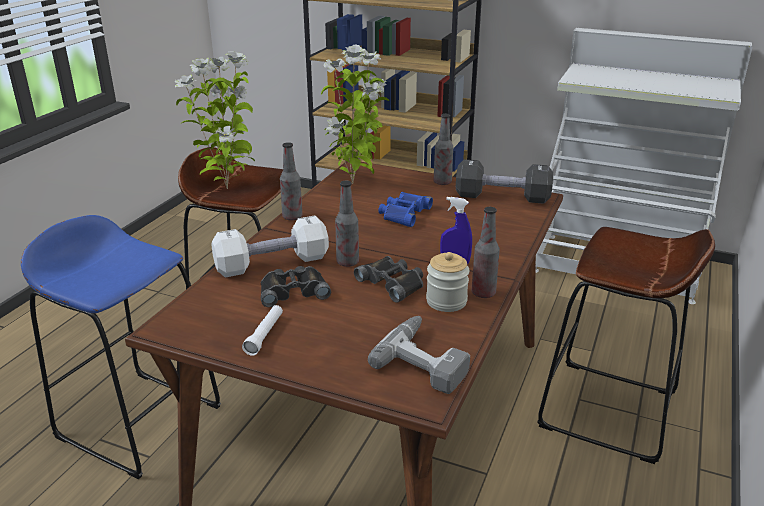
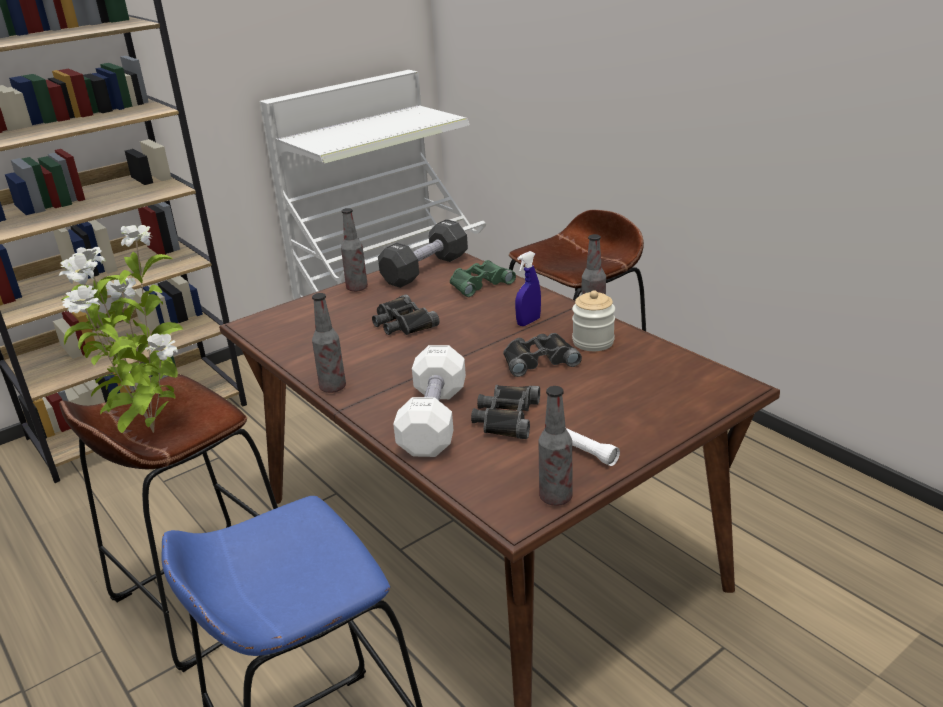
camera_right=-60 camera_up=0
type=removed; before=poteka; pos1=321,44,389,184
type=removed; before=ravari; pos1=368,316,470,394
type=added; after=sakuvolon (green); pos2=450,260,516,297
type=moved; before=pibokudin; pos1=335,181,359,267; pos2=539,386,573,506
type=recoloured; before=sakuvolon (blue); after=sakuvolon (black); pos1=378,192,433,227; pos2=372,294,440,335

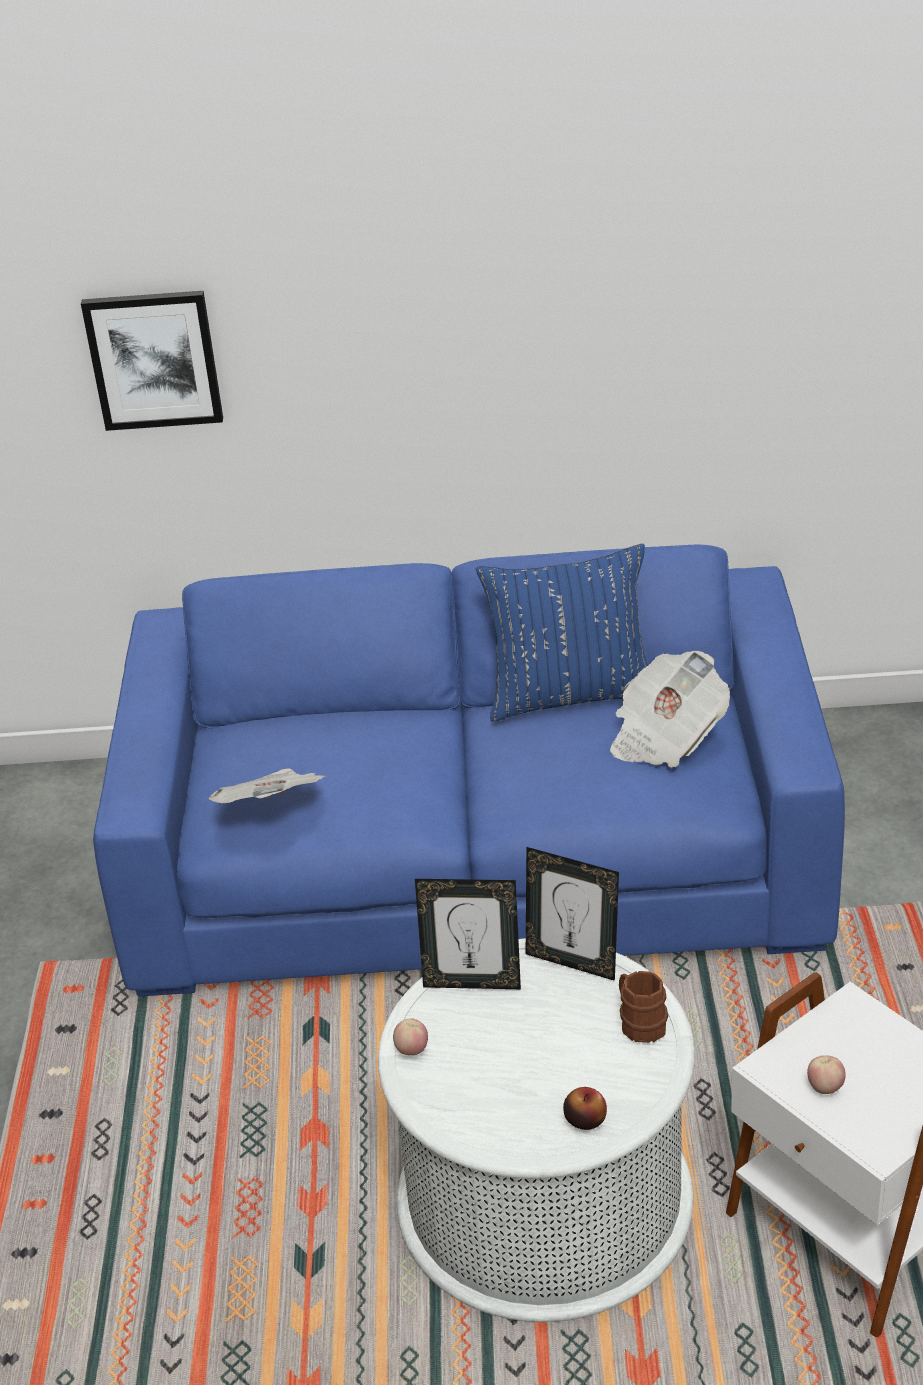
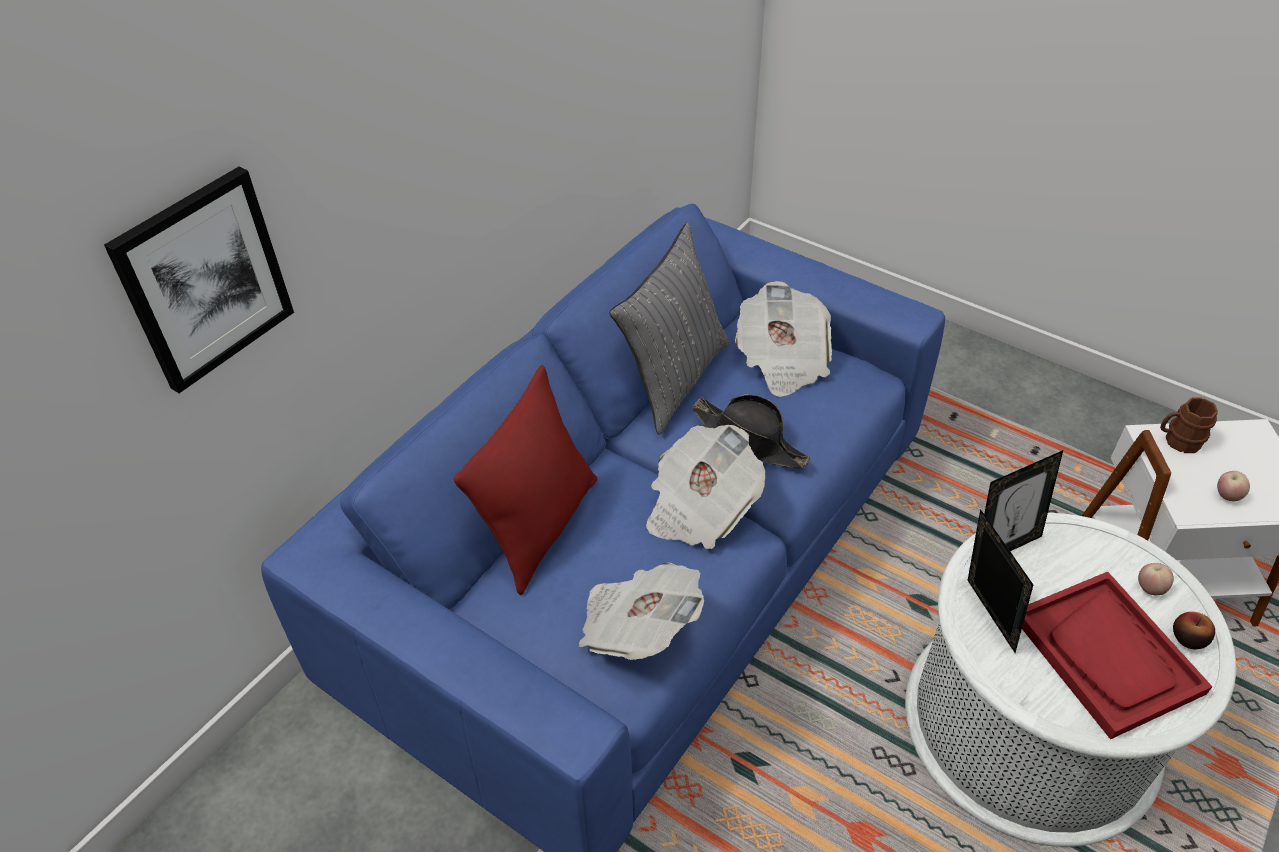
camera_right=-55 camera_up=10
type=added; after=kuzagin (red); pos2=453,365,597,595
type=added; after=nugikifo; pos2=646,425,765,549
type=added; after=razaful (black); pos2=692,394,810,468
type=added; after=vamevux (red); pos2=1022,571,1212,739
type=moved; before=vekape; pos1=393,1018,428,1055; pos2=1138,563,1174,595
type=moved; before=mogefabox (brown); pos1=619,971,668,1043; pos2=1160,397,1218,453
type=recoloured; before=kuzagin (blue); after=kuzagin (grey); pos1=476,544,648,722; pos2=609,222,730,435
type=turned; before=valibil; pos1=415,879,521,989; pos2=968,509,1033,653; turn=-60

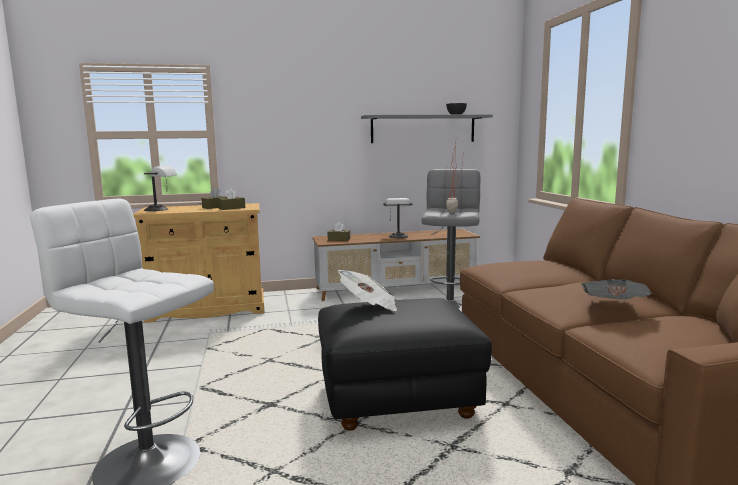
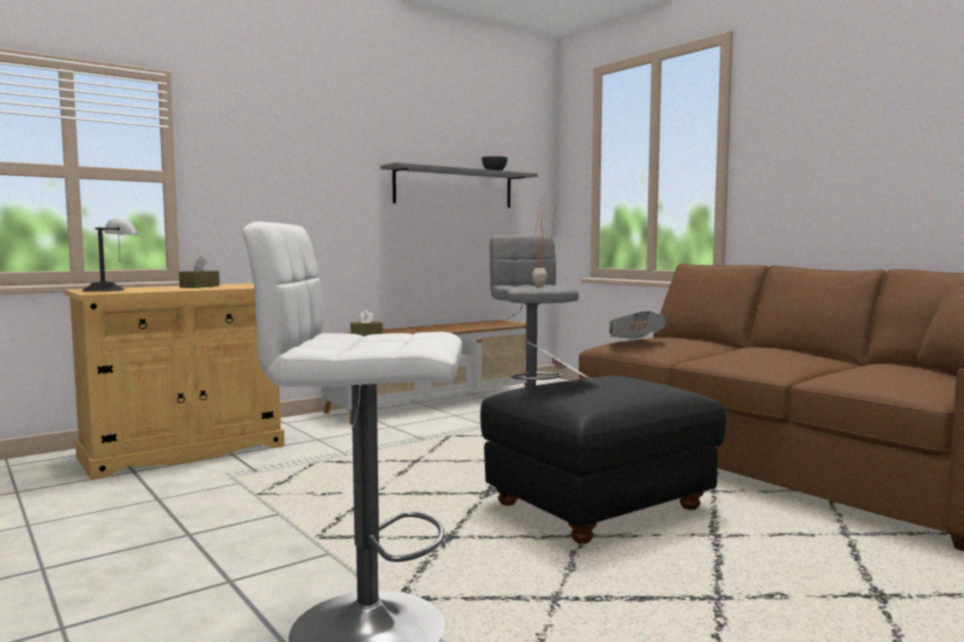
camera_right=-25 camera_up=-5
type=removed; before=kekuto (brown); pos1=218,188,245,210
type=removed; before=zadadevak; pos1=383,198,413,239
type=moved; before=nugikifo; pos1=581,279,652,300; pos2=609,311,666,339

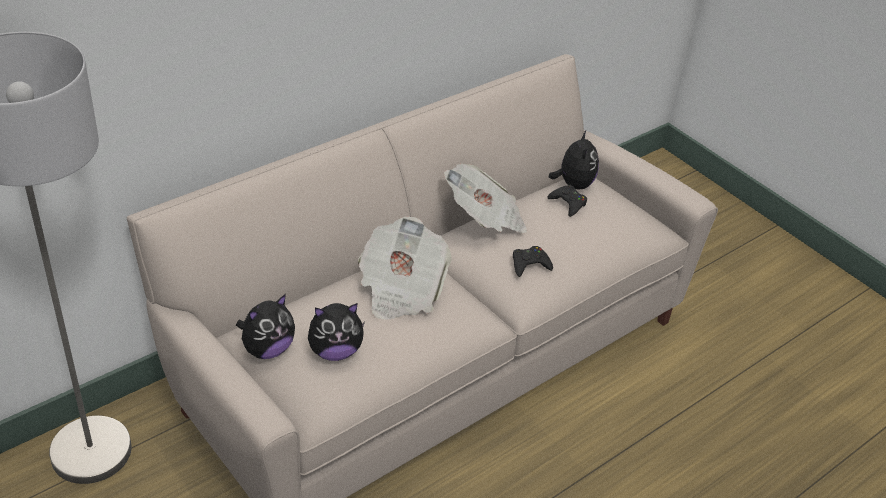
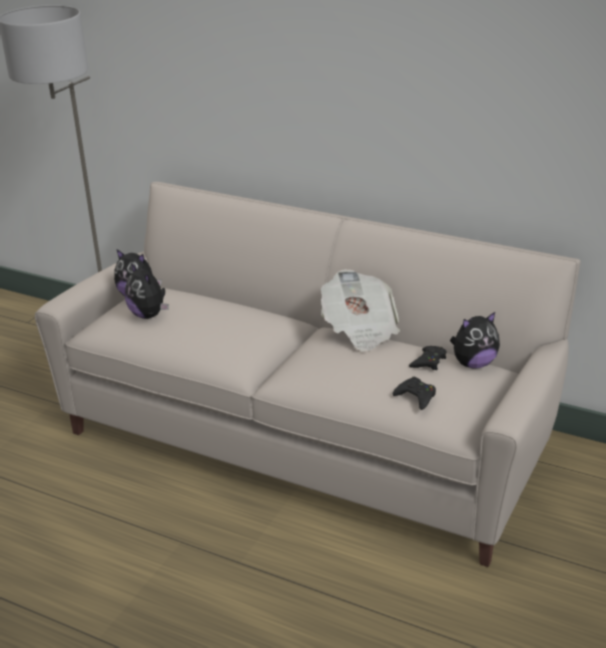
camera_right=70 camera_up=-10
type=removed; before=nugikifo; pos1=358,216,452,319
type=moved; before=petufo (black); pos1=513,246,553,277; pos2=393,377,436,410

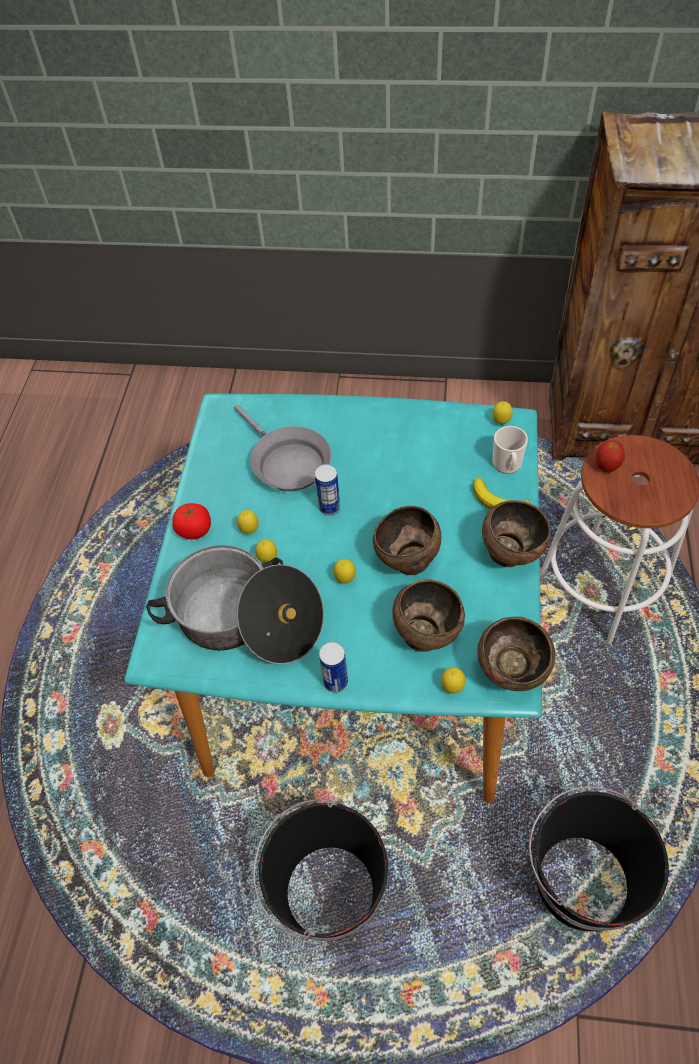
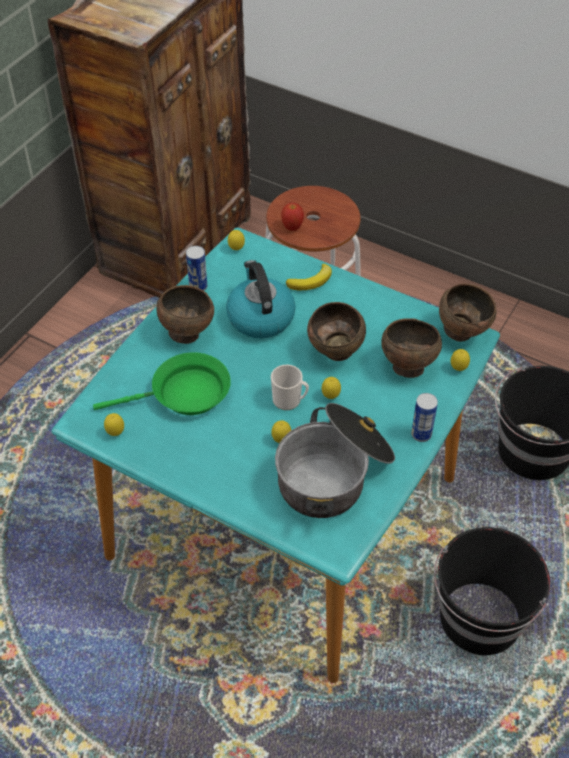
camera_right=-70 camera_up=-5
type=removed; before=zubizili; pos1=172,503,211,539
type=added; after=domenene; pos2=226,260,296,338
type=moved; before=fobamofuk; pos1=237,510,259,534; pos2=104,413,124,436
type=moved; before=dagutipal; pos1=315,464,340,515; pos2=186,246,207,291
type=moved; before=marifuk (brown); pos1=482,500,551,567; pos2=156,285,214,344
type=moved; before=mogefabox; pos1=492,426,528,474; pos2=271,365,309,410
type=recoloured; before=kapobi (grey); after=kapobi (green); pos1=234,405,331,491; pos2=93,352,231,415

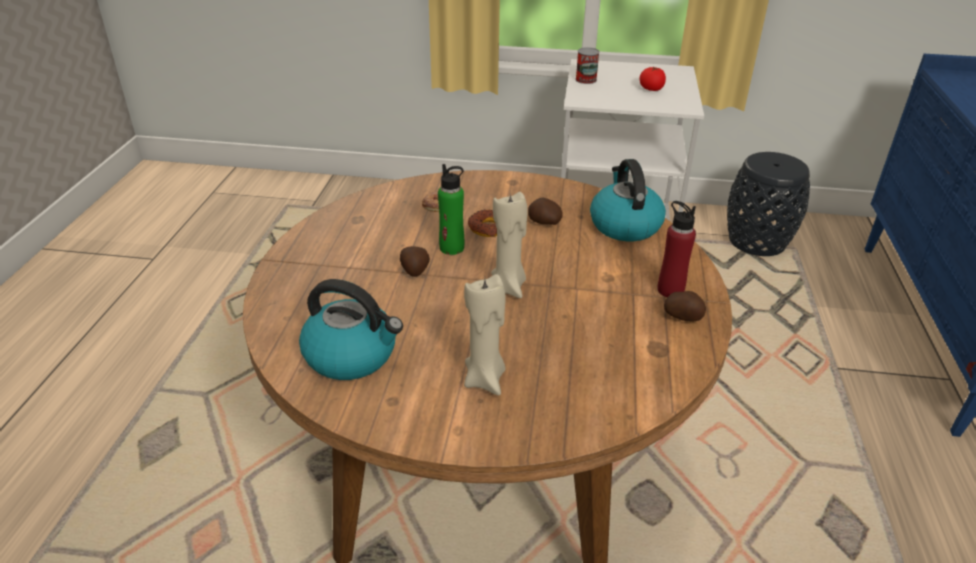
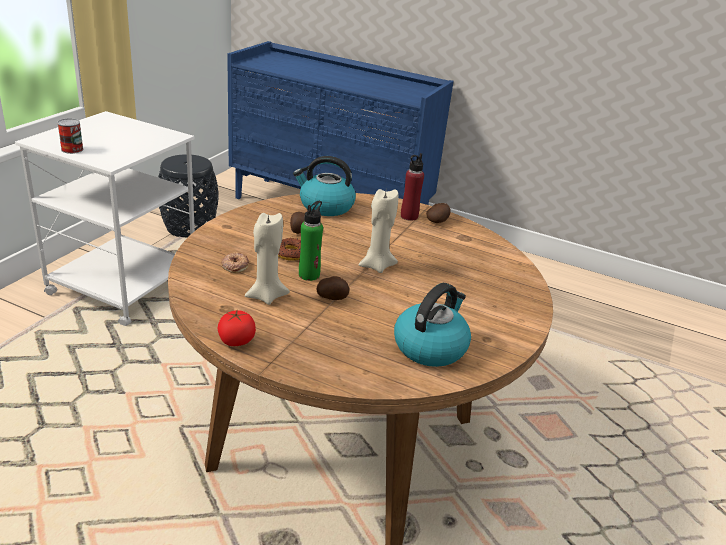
camera_right=-75 camera_up=-5
type=moved; before=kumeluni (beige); pos1=464,274,506,395; pos2=245,213,290,305
type=moved; before=zubizili; pos1=640,67,666,91; pos2=218,310,256,346

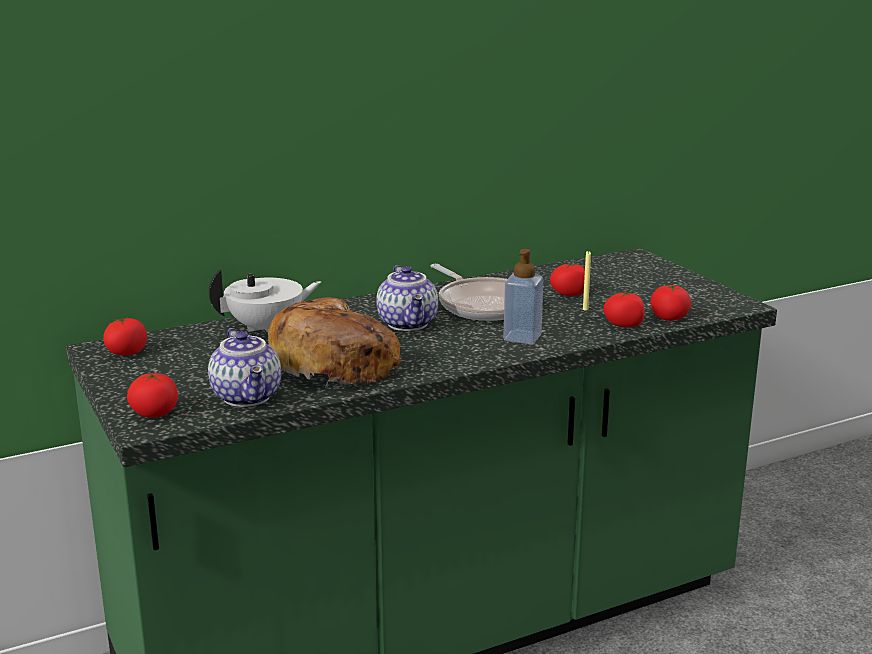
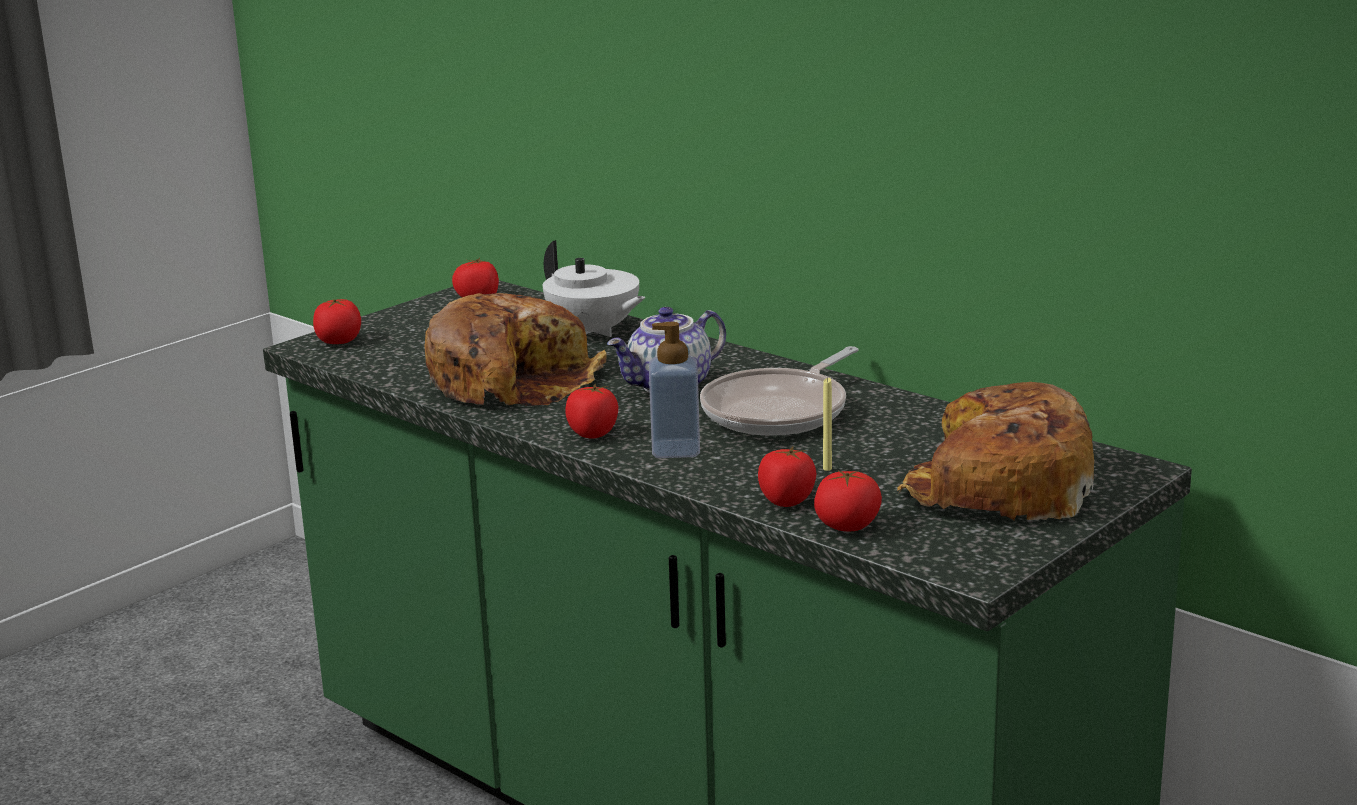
camera_right=70 camera_up=0
type=removed; before=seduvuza; pos1=208,328,281,407
type=added; after=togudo; pos2=897,382,1094,520
type=moved; before=zubizili; pos1=550,262,585,296; pos2=565,384,618,439

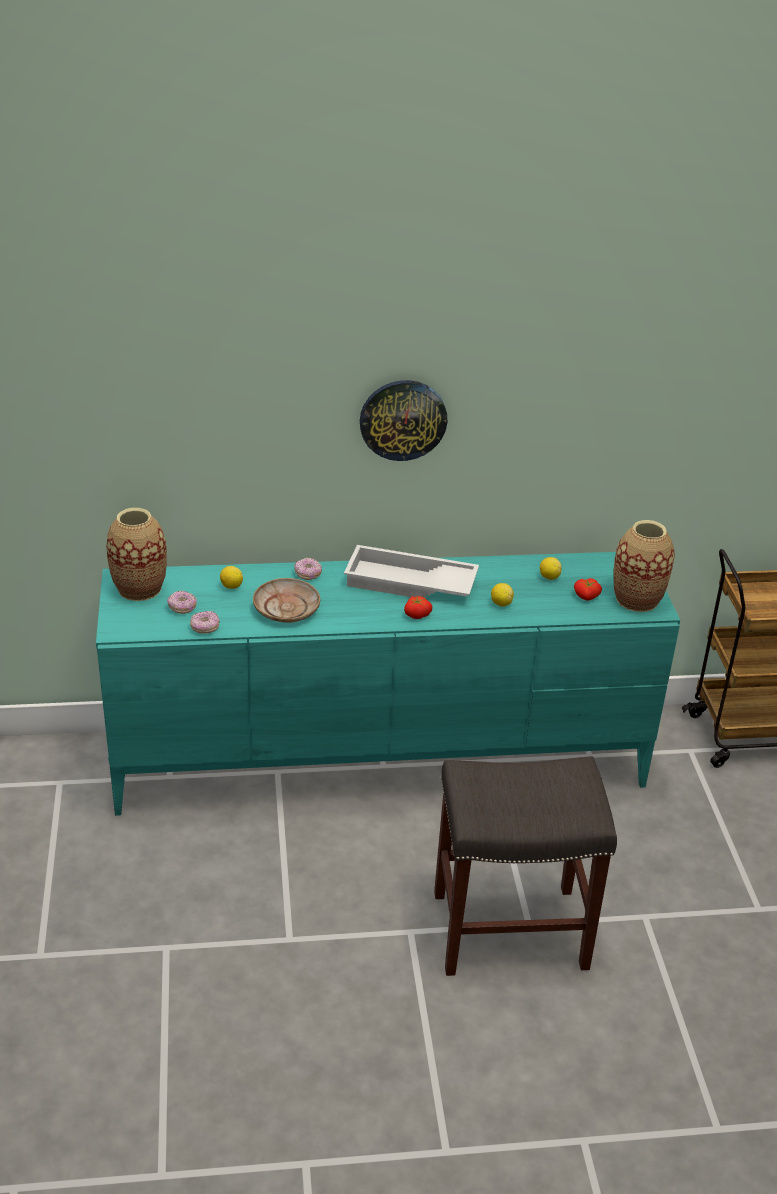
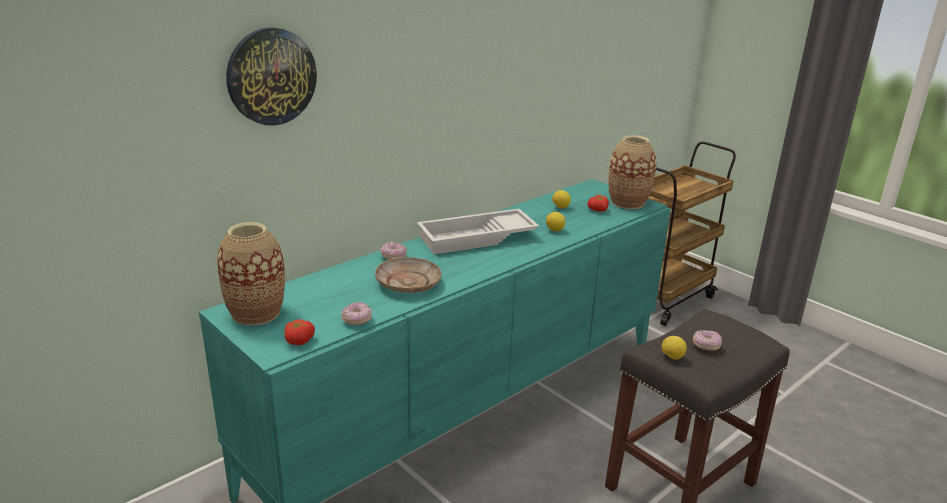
camera_right=-35 camera_up=-10
type=moved; before=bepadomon; pos1=167,590,197,614; pos2=693,330,722,351
type=moved; before=fobamofuk; pos1=220,566,243,589; pos2=662,336,687,360
type=moved; before=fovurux; pos1=360,380,447,461; pos2=226,27,317,126
type=moved; before=zubizili; pos1=404,596,432,619; pos2=284,319,315,345

